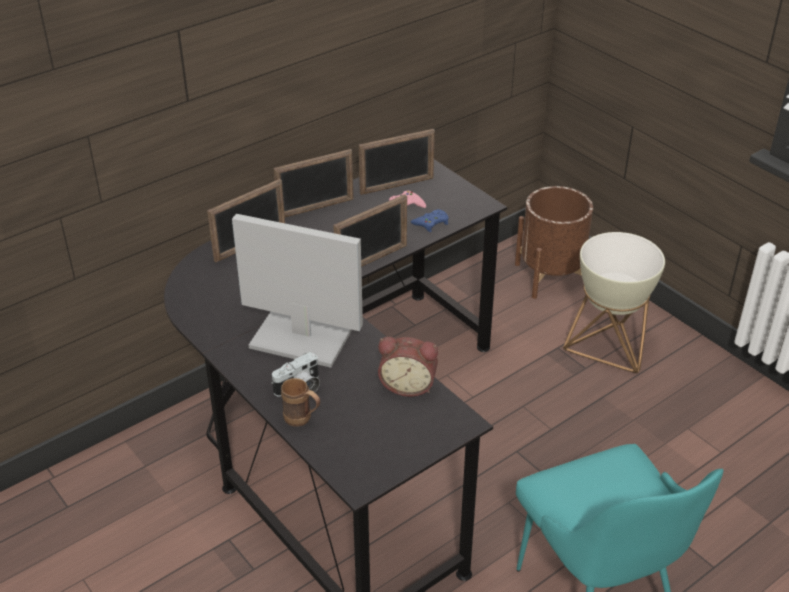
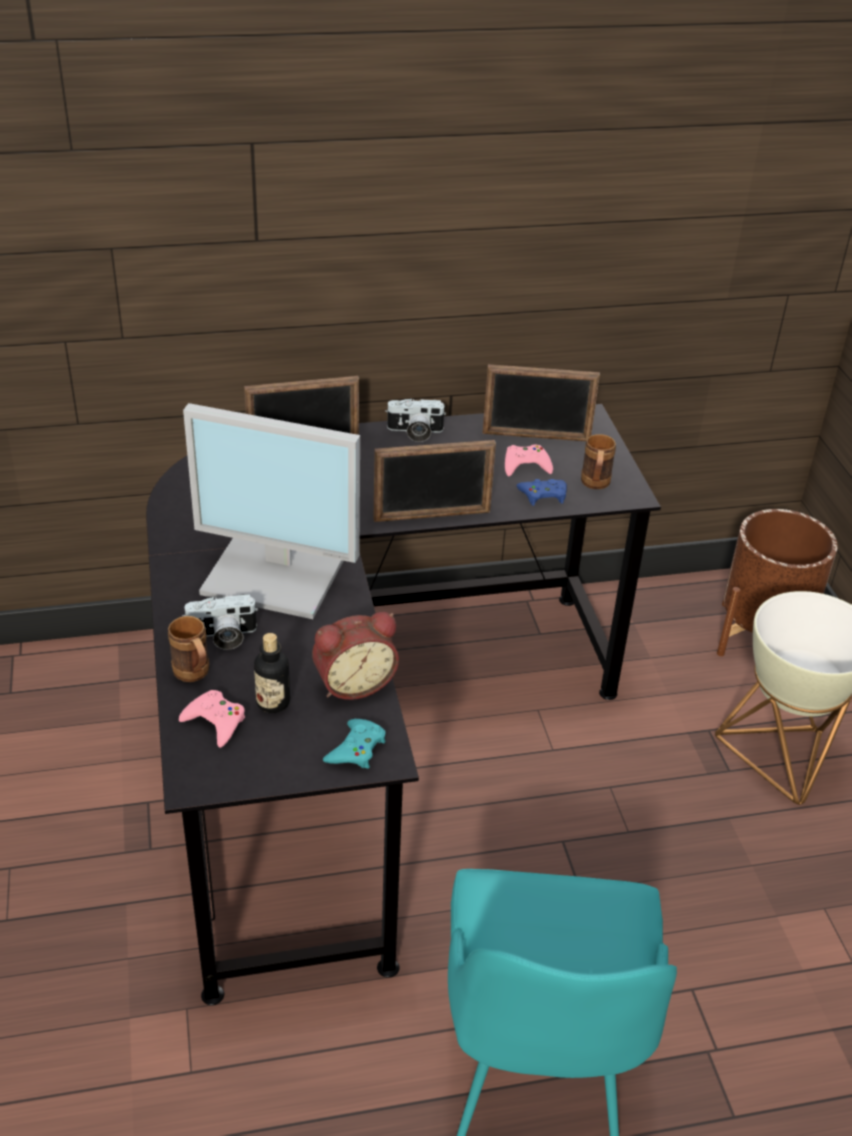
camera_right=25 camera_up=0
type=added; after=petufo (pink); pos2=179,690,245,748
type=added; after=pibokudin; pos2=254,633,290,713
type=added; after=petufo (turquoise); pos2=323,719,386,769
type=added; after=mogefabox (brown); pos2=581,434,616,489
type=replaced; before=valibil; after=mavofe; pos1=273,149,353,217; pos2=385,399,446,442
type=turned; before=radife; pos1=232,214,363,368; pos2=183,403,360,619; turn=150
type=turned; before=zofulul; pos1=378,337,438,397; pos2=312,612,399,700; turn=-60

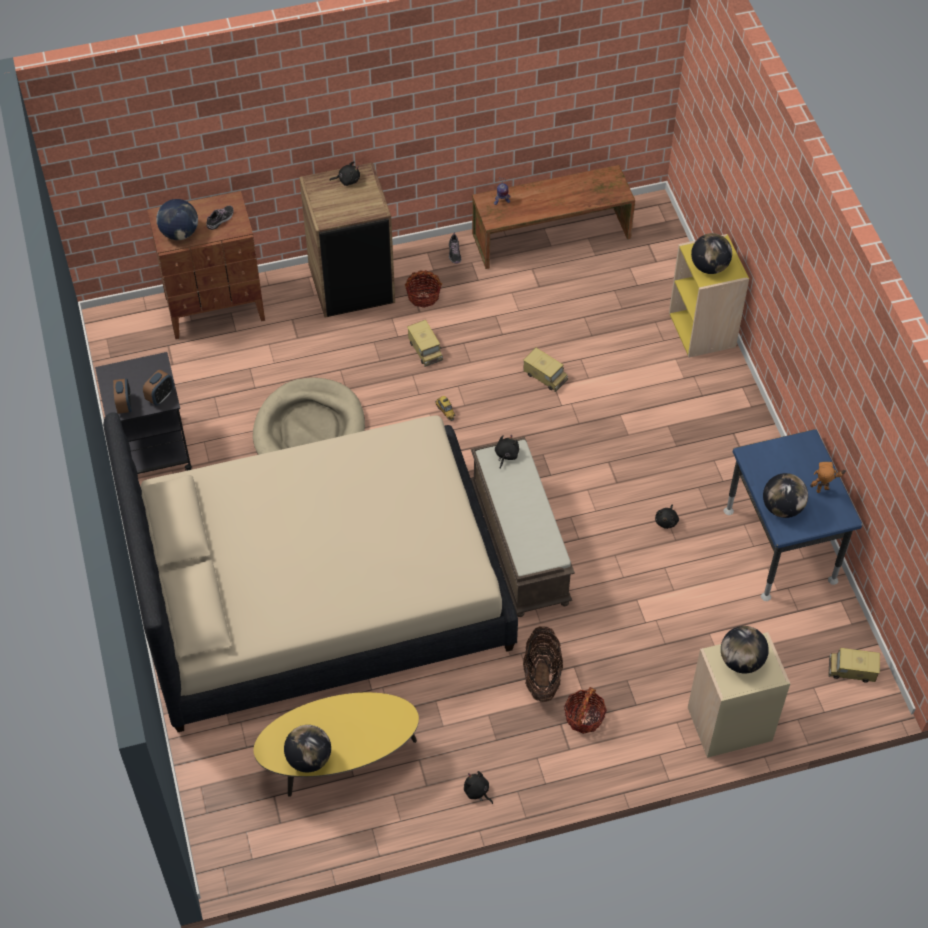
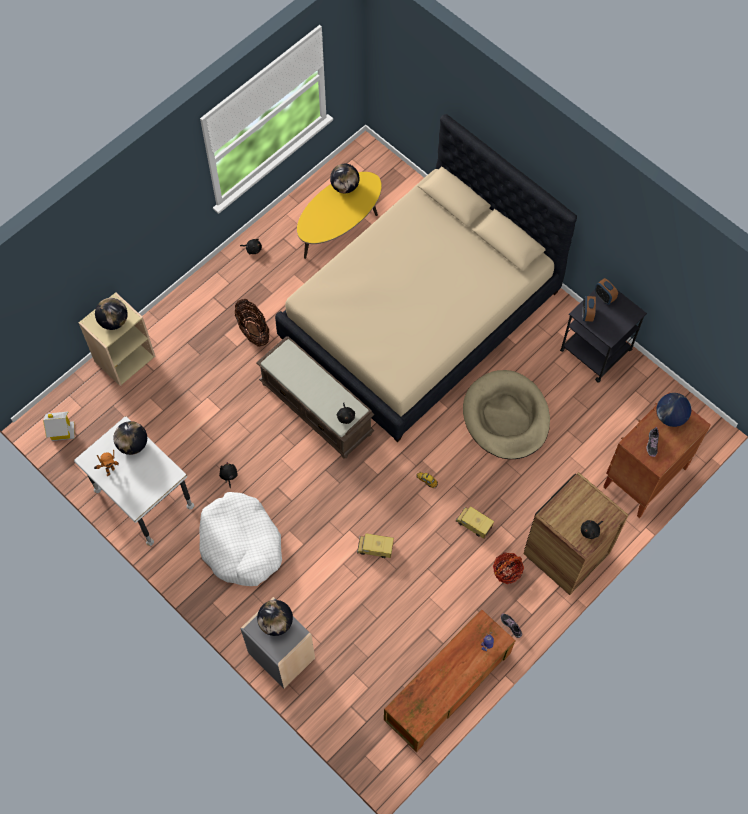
camera_right=150 camera_up=10
type=removed; before=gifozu; pos1=564,687,607,734
type=added; after=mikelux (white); pos2=199,492,282,586
type=replaced; before=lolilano; after=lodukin; pos1=828,648,880,683; pos2=43,412,75,441
type=recoloured; before=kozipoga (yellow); after=kozipoga (grey); pos1=669,234,749,357; pos2=240,597,315,689
type=recoloured; before=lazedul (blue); after=lazedul (white); pos1=724,429,862,601; pos2=74,416,194,546

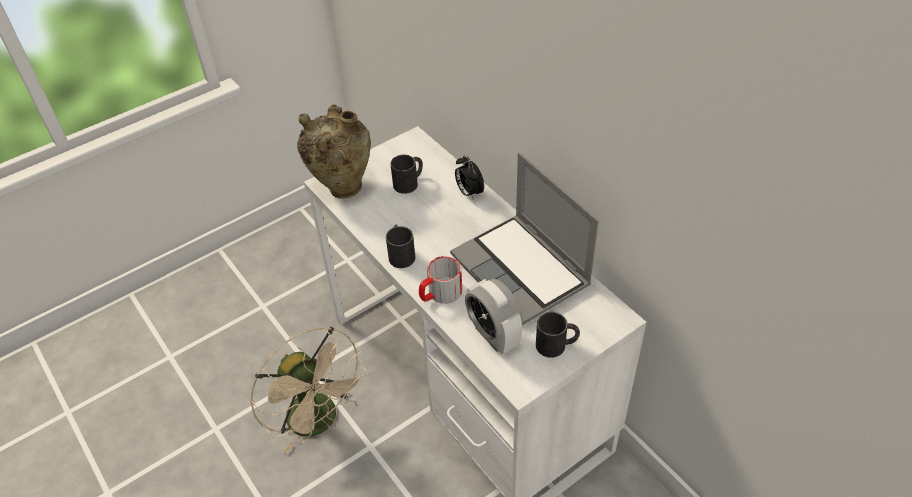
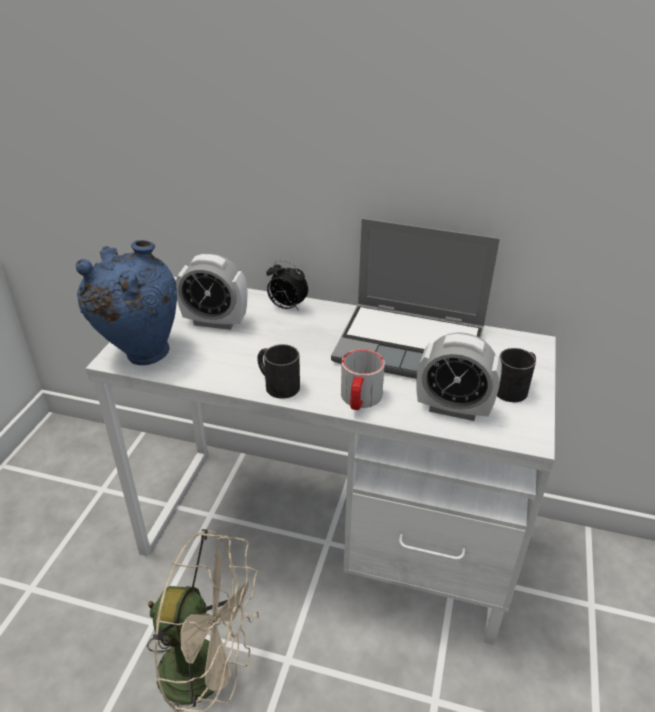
camera_right=-40 camera_up=-10
type=replaced; before=mogefabox (black); after=zofulul; pos1=390,155,423,194; pos2=176,254,248,330
type=recoloured; before=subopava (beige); after=subopava (blue); pos1=297,104,371,199; pos2=76,240,177,365

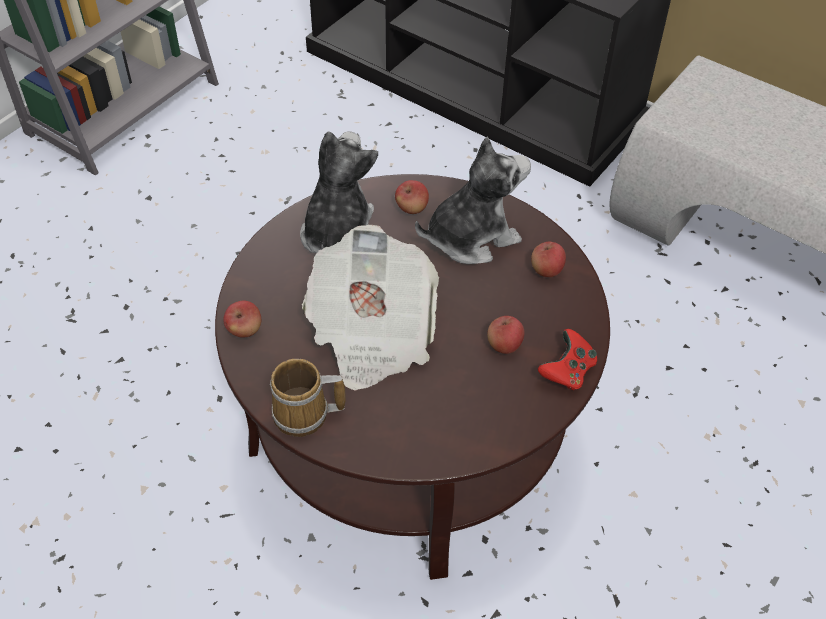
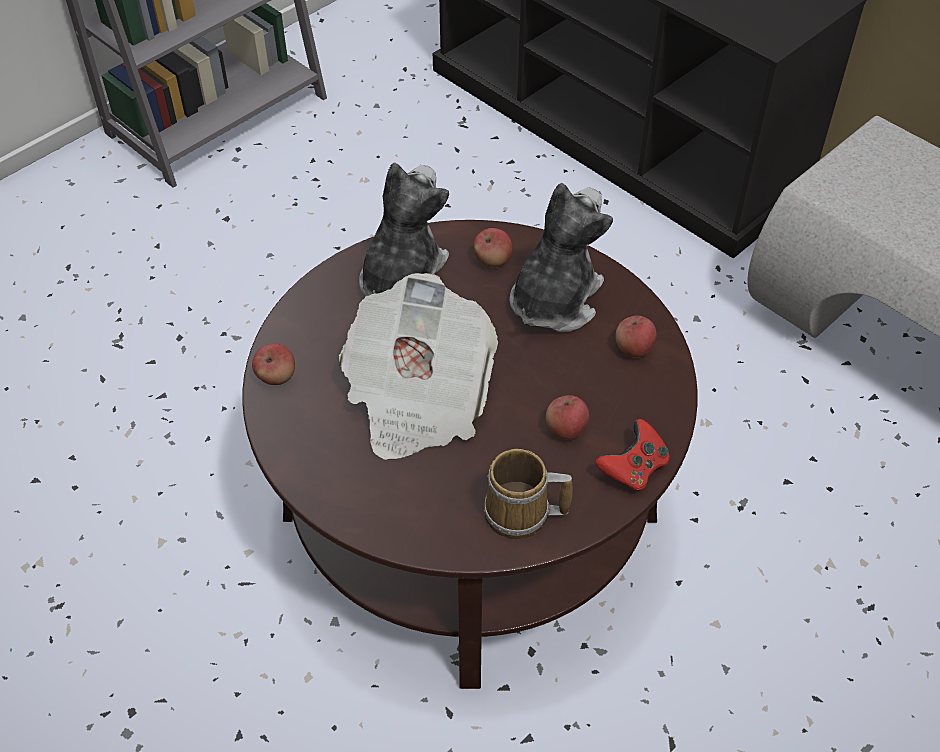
camera_right=10 camera_up=0
type=moved; before=mogefabox; pos1=270,359,346,437; pos2=484,449,573,539
type=turned; before=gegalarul; pos1=415,136,531,264; pos2=509,183,613,332; turn=-45

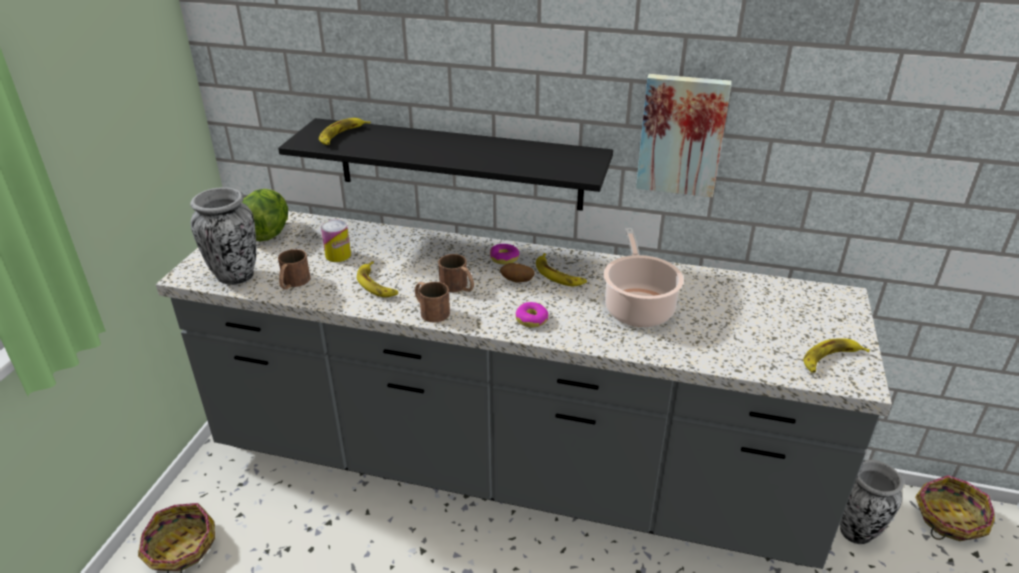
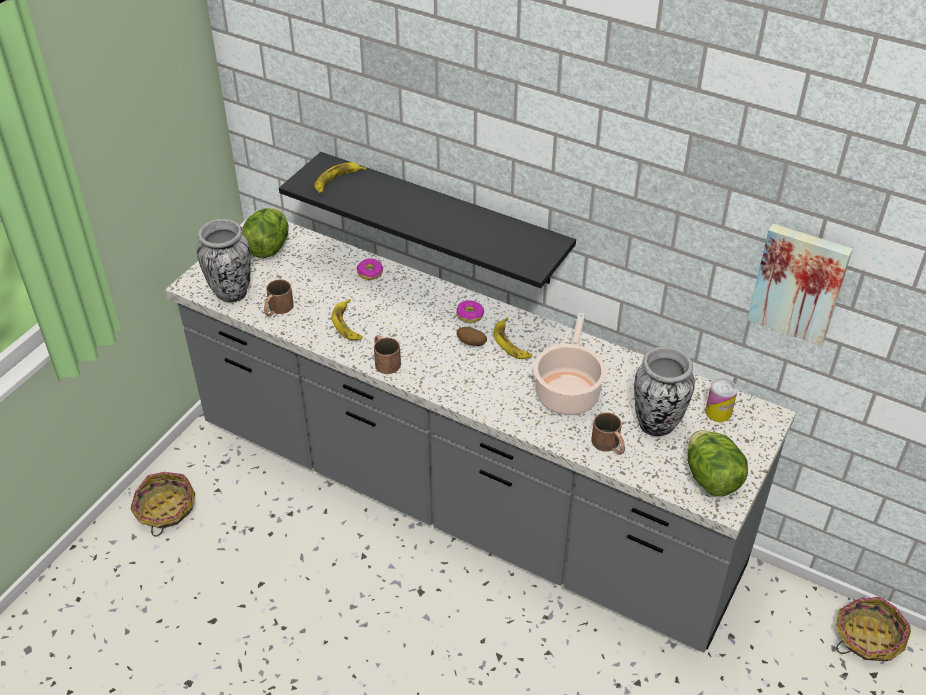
camera_right=15 camera_up=10
type=moved; before=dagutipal; pos1=321,220,351,262; pos2=705,379,738,422
type=moved; before=mogefabox (brown); pos1=438,254,474,293; pos2=591,412,625,455
type=moved; before=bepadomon; pos1=515,302,548,327; pos2=356,258,383,280
type=moved; before=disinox; pos1=636,74,732,197; pos2=747,224,853,346
type=moved; before=subopava; pos1=840,460,903,544; pos2=634,346,695,436
type=replaced; before=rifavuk; after=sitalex; pos1=803,338,870,373; pos2=687,430,748,496

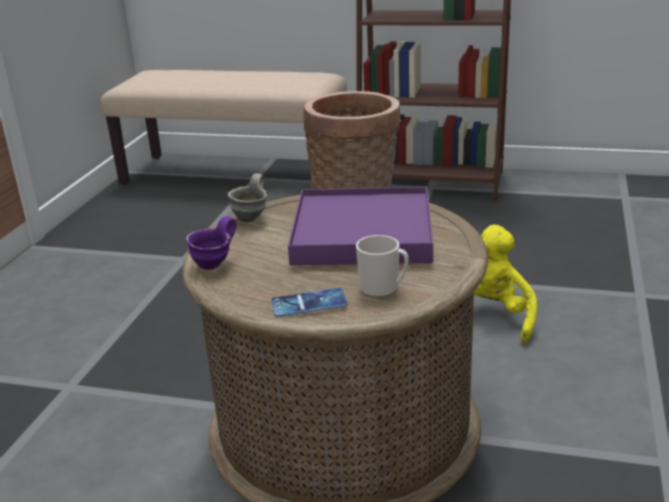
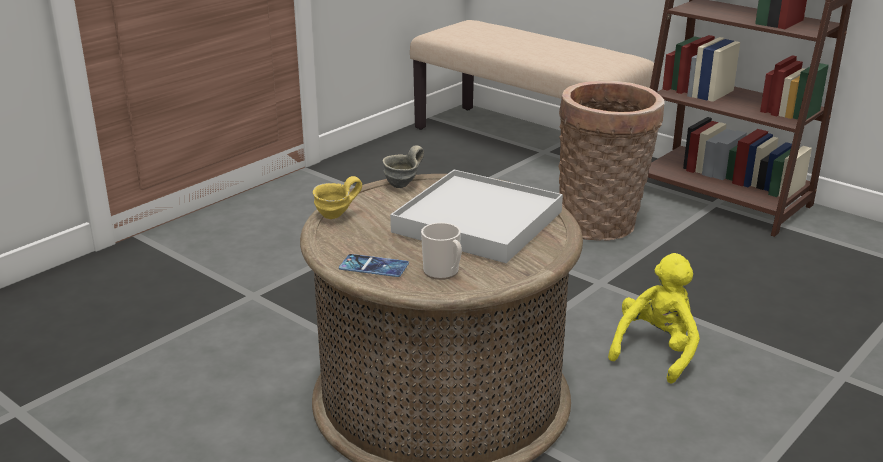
camera_right=25 camera_up=0
type=recoloured; before=mogefabox (purple); after=mogefabox (yellow); pos1=186,216,236,270; pos2=313,176,362,219
type=recoloured; before=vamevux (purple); after=vamevux (white); pos1=288,187,433,265; pos2=390,170,563,263

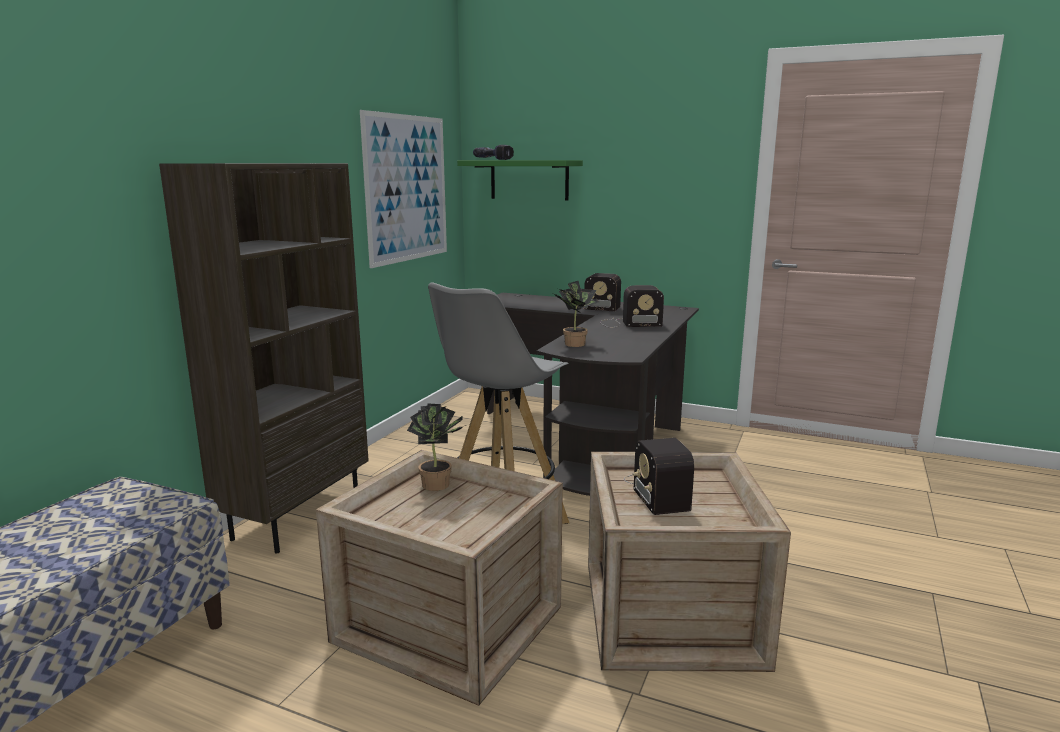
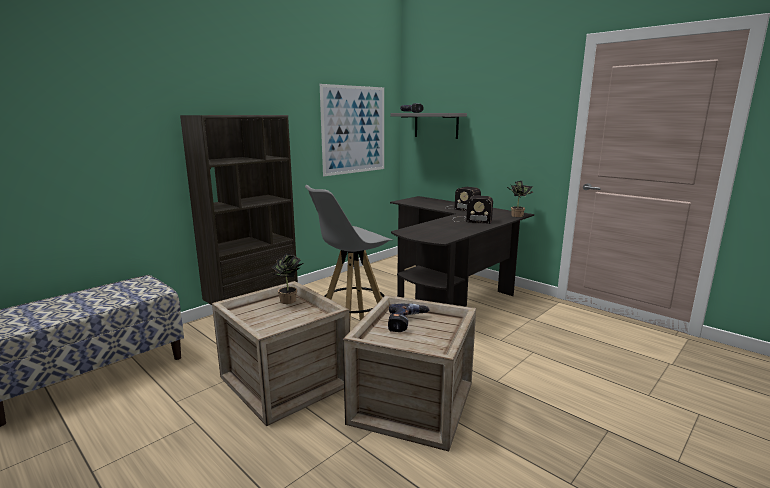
camera_right=20 camera_up=0
type=moved; before=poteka; pos1=553,281,600,347; pos2=506,181,533,217
type=replaced; before=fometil; after=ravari; pos1=624,438,694,515; pos2=388,303,429,332
type=recoloured; before=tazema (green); after=tazema (grey); pos1=457,160,583,200; pos2=390,113,467,139

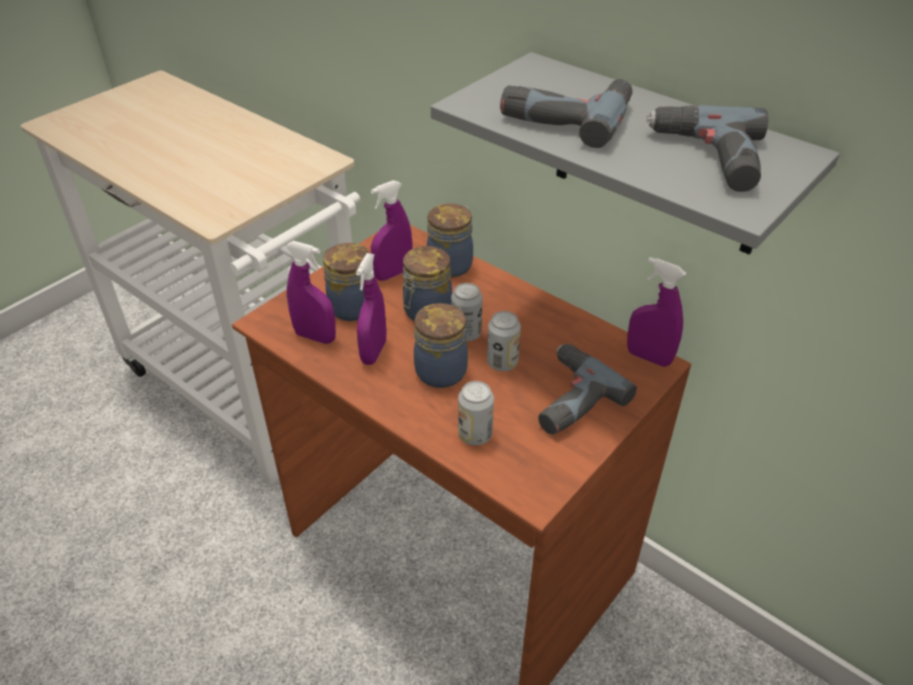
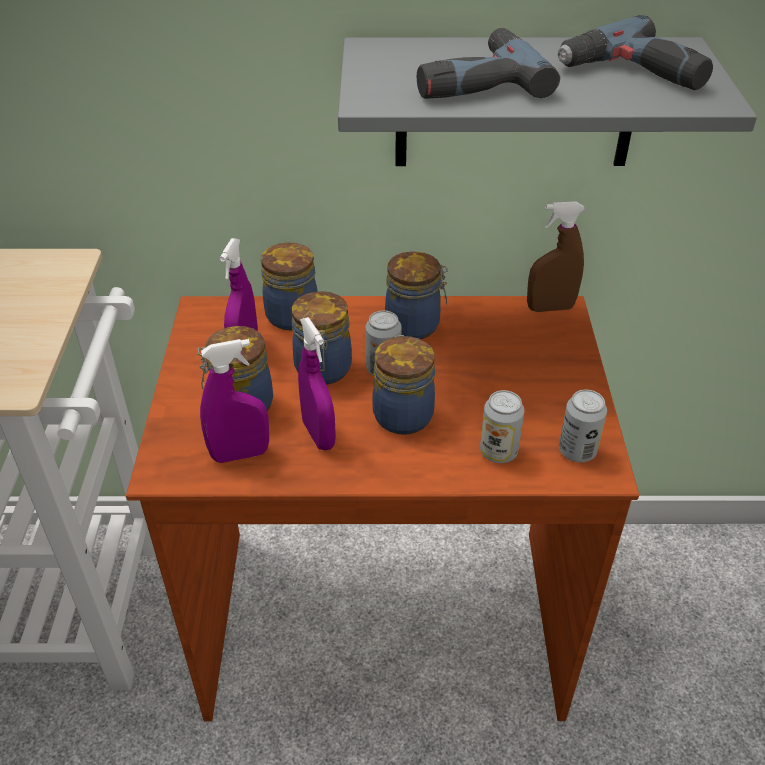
camera_right=-40 camera_up=0
type=removed; before=ravari; pos1=538,344,637,435
type=added; after=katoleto; pos2=385,251,448,339
type=moved; before=dagutipal; pos1=487,311,521,371; pos2=559,389,607,462
type=recoloured; before=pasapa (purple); after=pasapa (brown); pos1=627,257,686,367; pos2=527,201,585,312

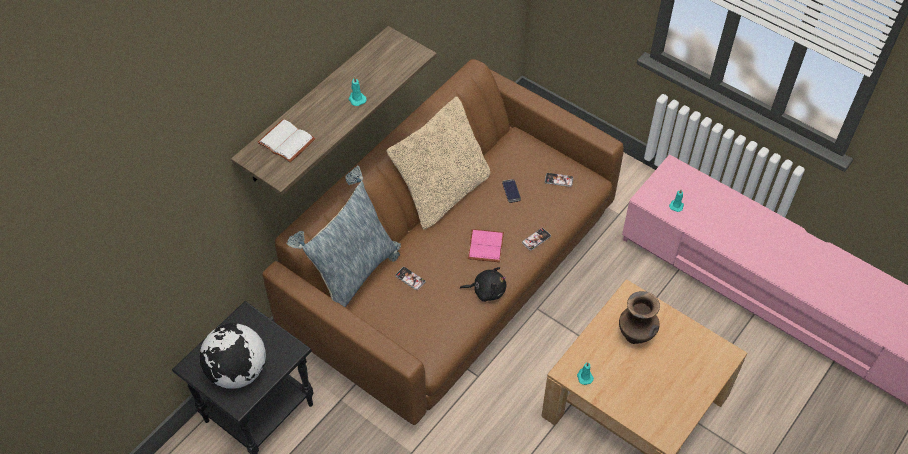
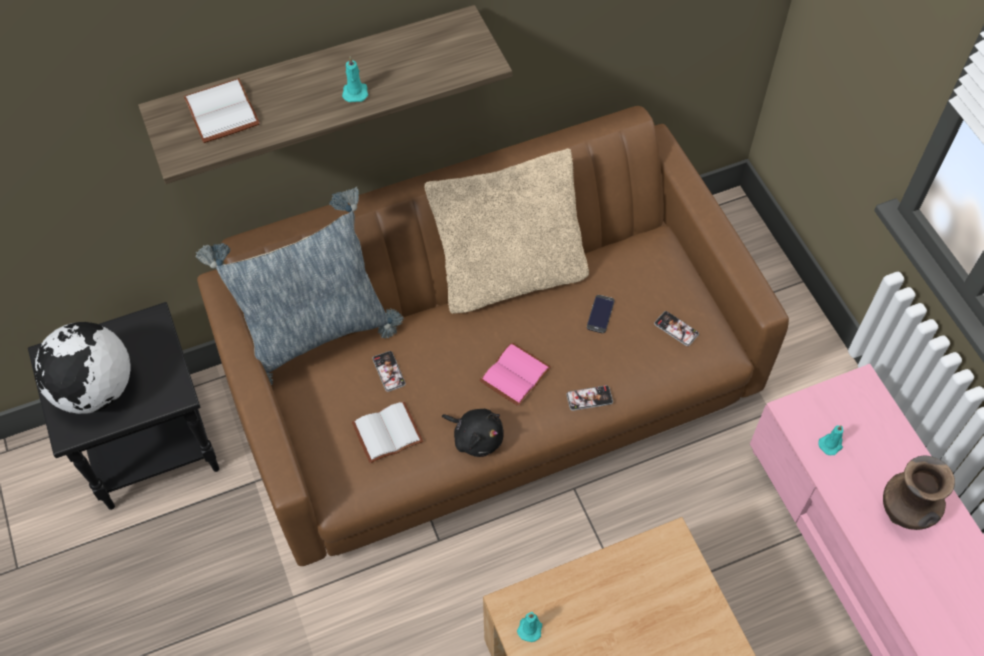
camera_right=30 camera_up=5
type=added; after=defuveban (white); pos2=352,401,423,463
type=moved; before=subopava (brown); pos1=619,291,660,344; pos2=883,456,955,530

